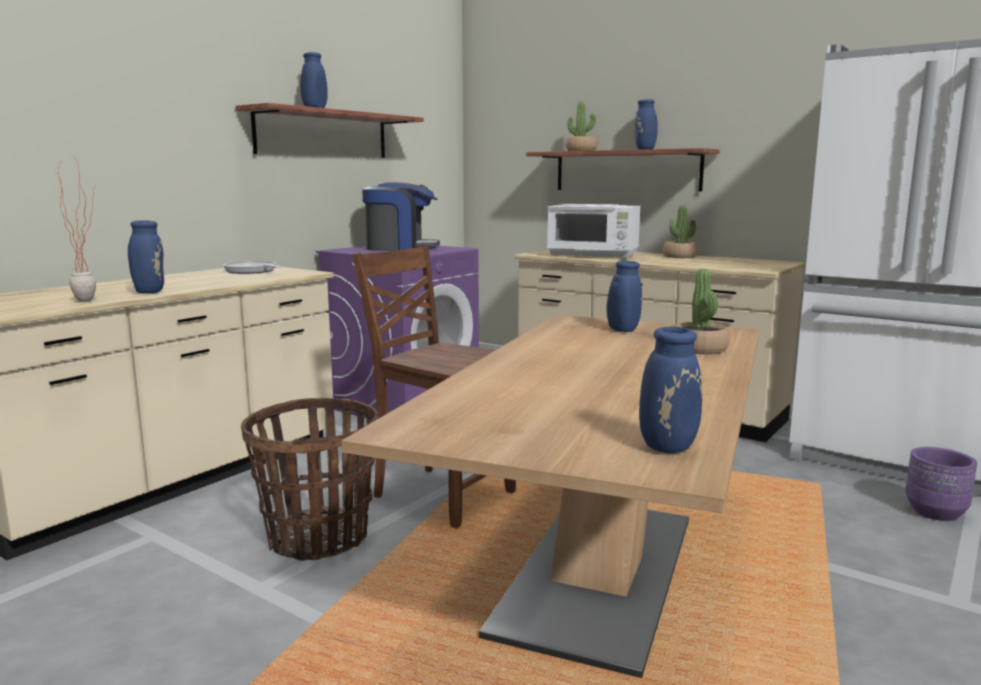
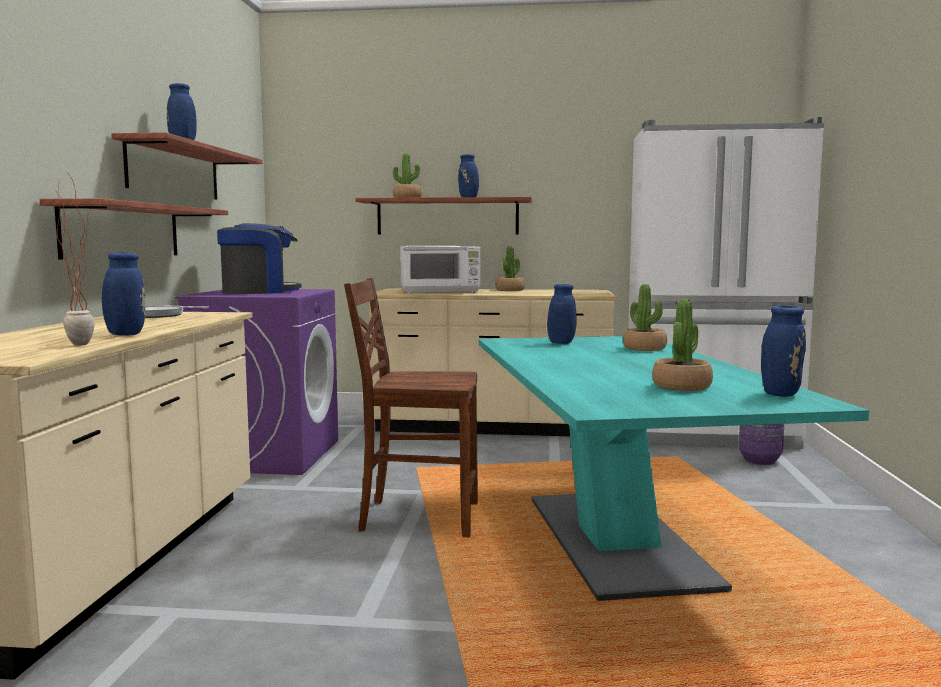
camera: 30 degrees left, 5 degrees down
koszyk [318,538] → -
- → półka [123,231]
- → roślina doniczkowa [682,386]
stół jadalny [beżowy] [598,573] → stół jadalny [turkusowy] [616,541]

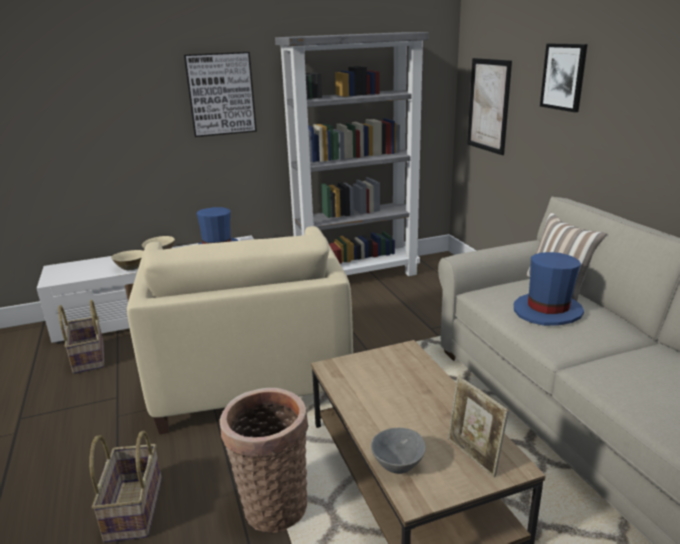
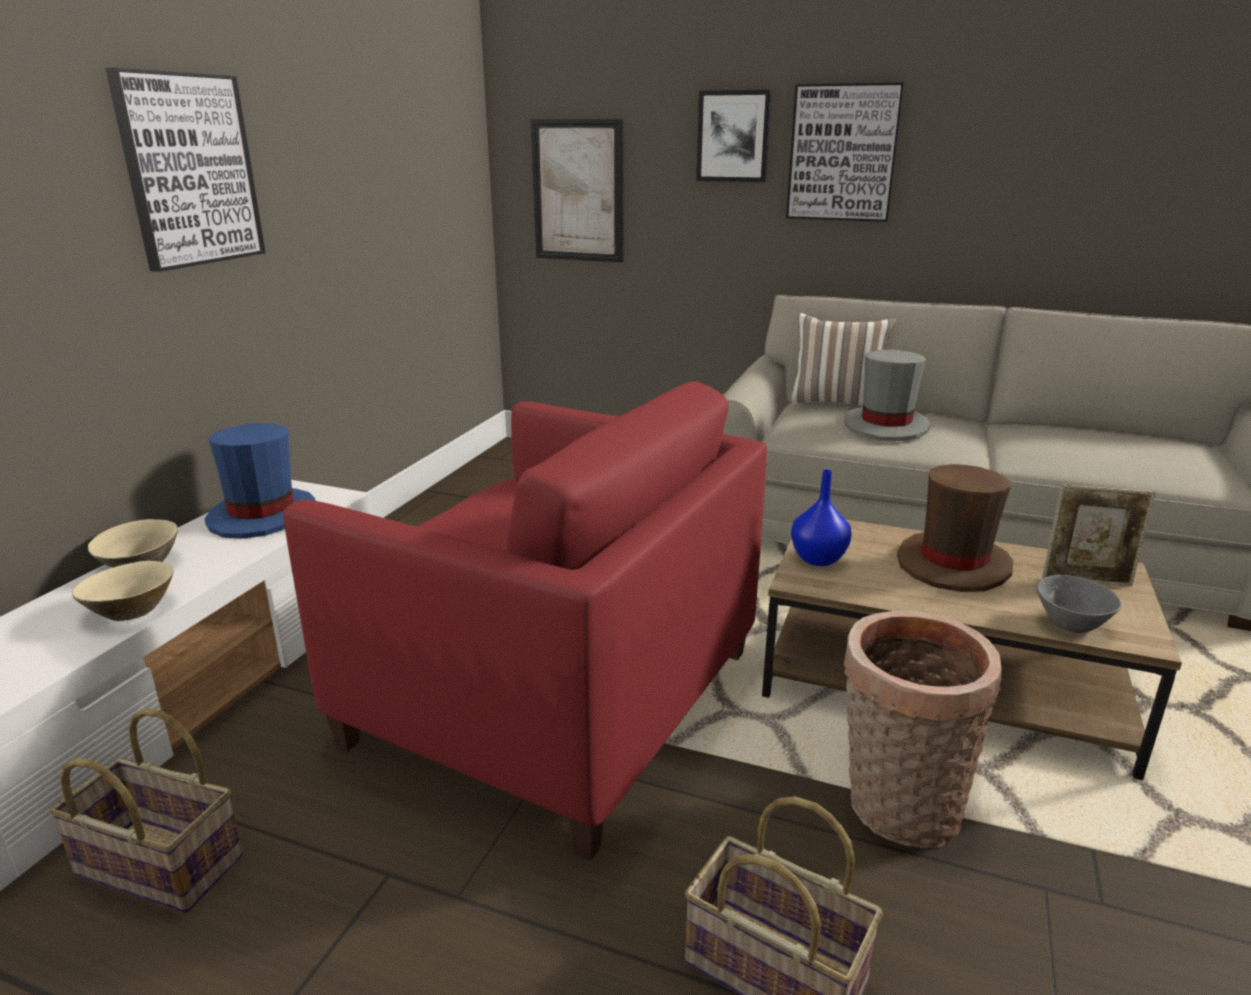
camera: 50 degrees left, 0 degrees up
regał [szary] [357,276] → -
- → obraz [843,153]
- → wazon [niebieski] [818,558]
- → kapelusz [brązowy] [953,564]
fotel [beżowy] [249,375] → fotel [czerwony] [553,697]
kapelusz [niebieski] [547,311] → kapelusz [szary] [886,426]

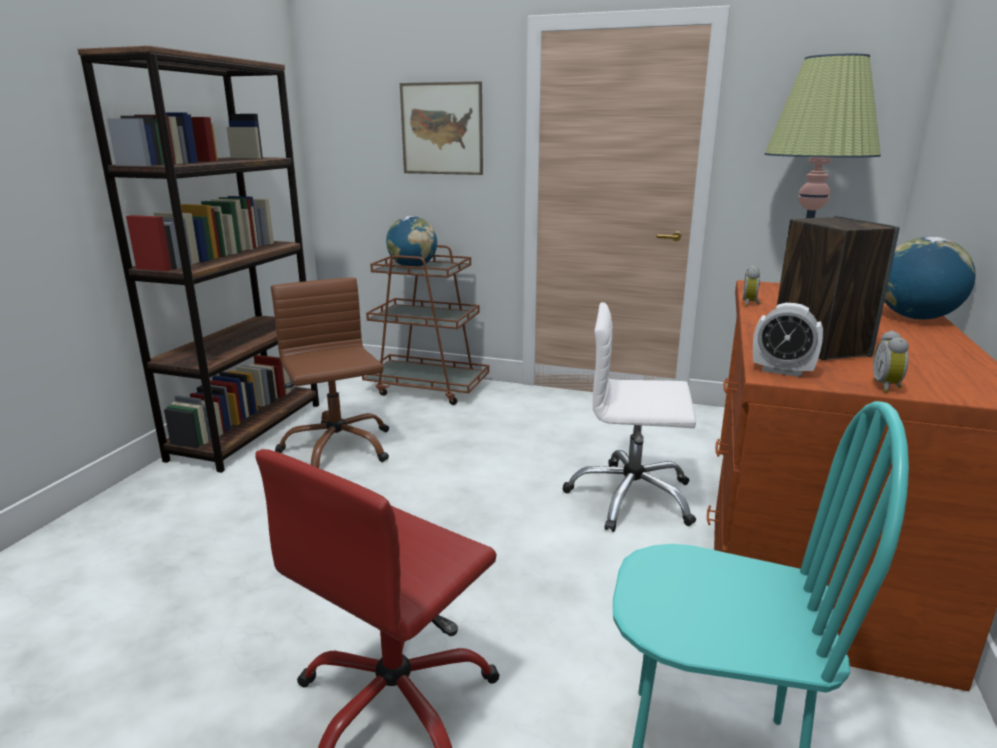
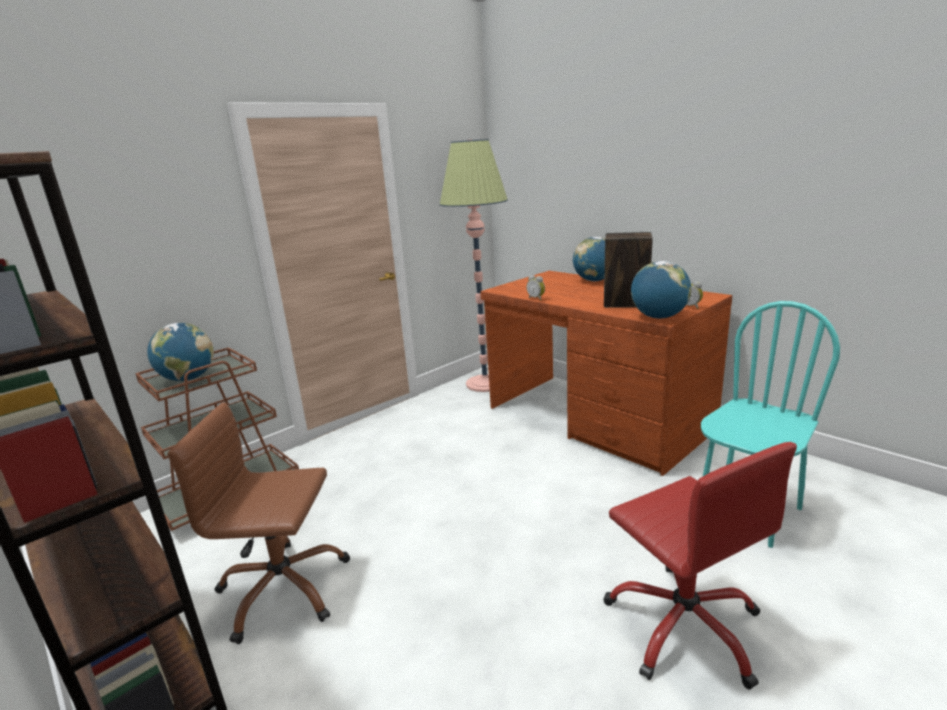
camera: 60 degrees left, 0 degrees up
obraz [442,129] → -
krzesło biurowe [biały] [631,498] → -
budzik [782,371] → globus [658,317]

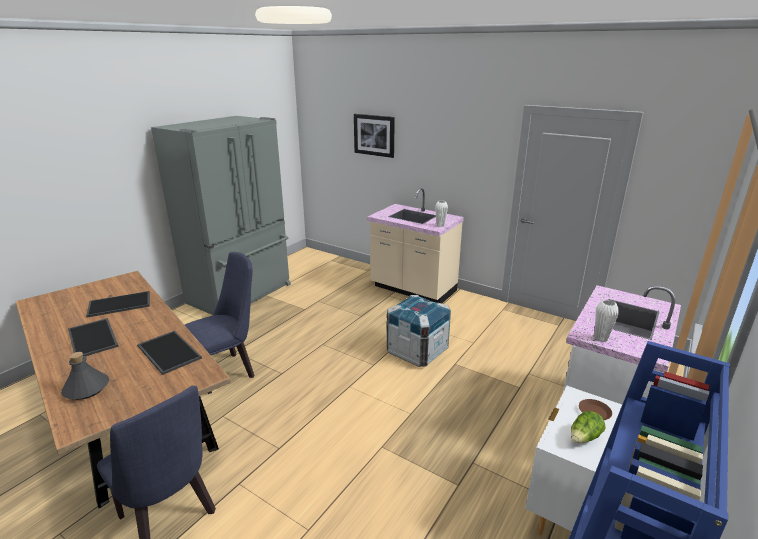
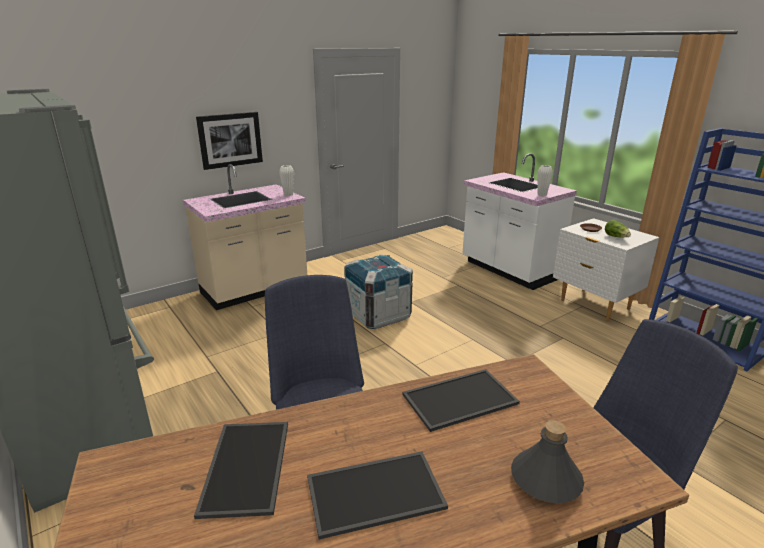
camera: 70 degrees left, 0 degrees up
obraz [374,135] → obraz [230,140], shifted

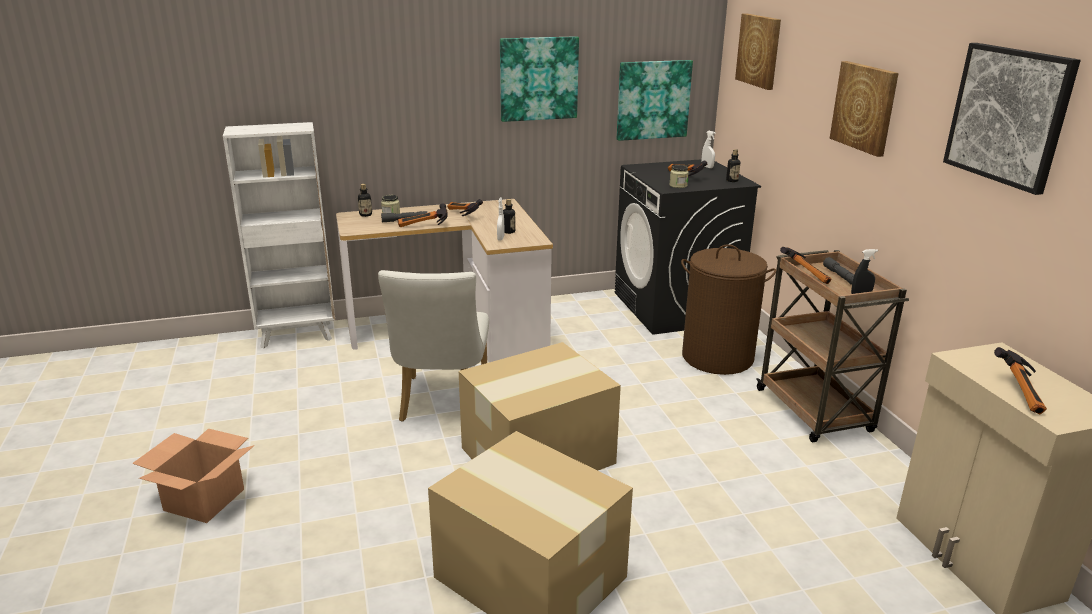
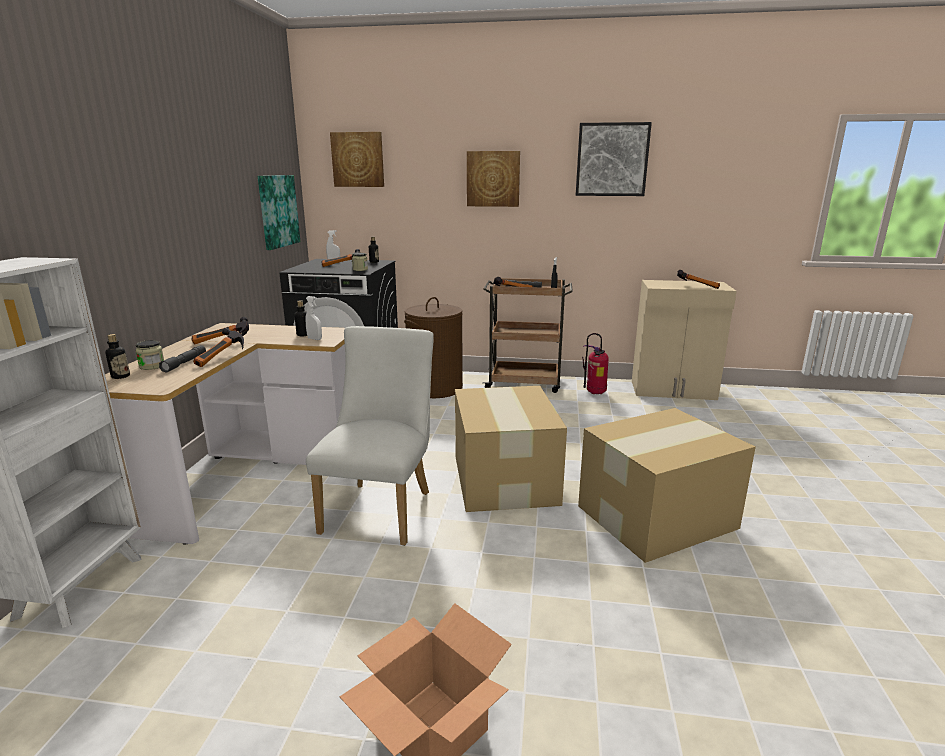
camera: 65 degrees left, 5 degrees down
obraz [538,78] → -
- → gaśnica [594,393]
krzesło [biały] [442,404] → krzesło [biały] [381,508], 105 degrees counterclockwise

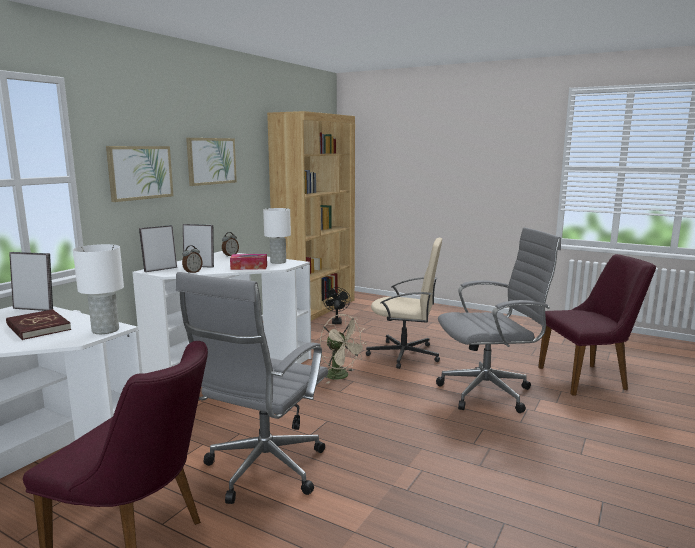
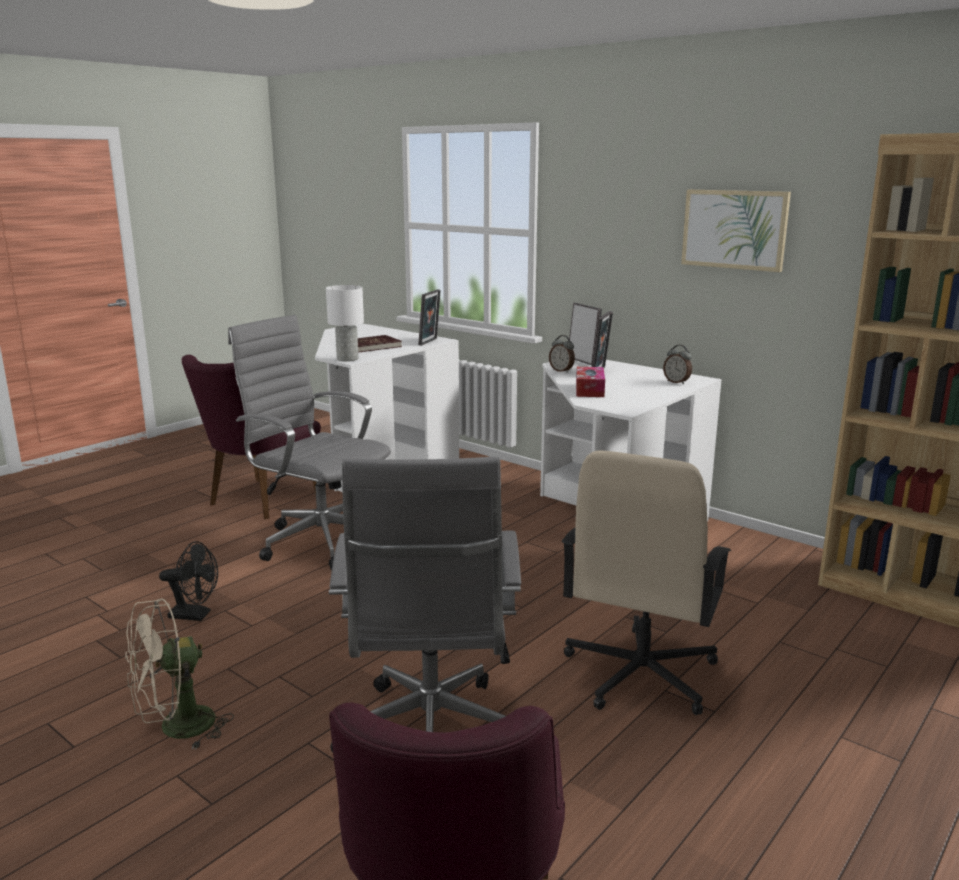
camera: 100 degrees right, 5 degrees up
obraz [140,172] → -
lampa stołowa [biały] [278,262] → -
wentylator [beżowy] [341,376] → wentylator [beżowy] [176,729], shifted
wentylator [czarny] [336,321] → wentylator [czarny] [195,615], shifted

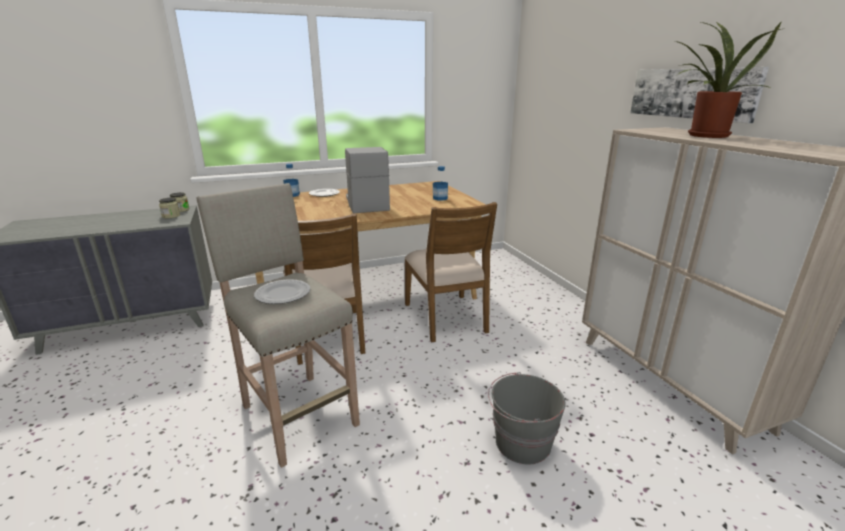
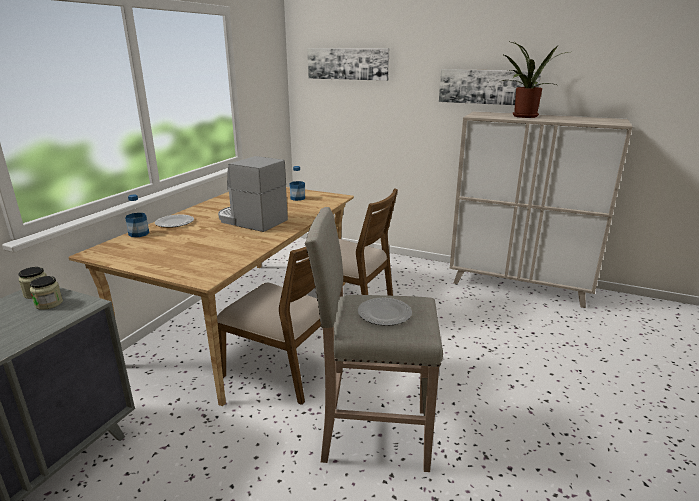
camera: 45 degrees left, 0 degrees up
wiadro [szary] [521,443] → -
- → obraz [348,64]

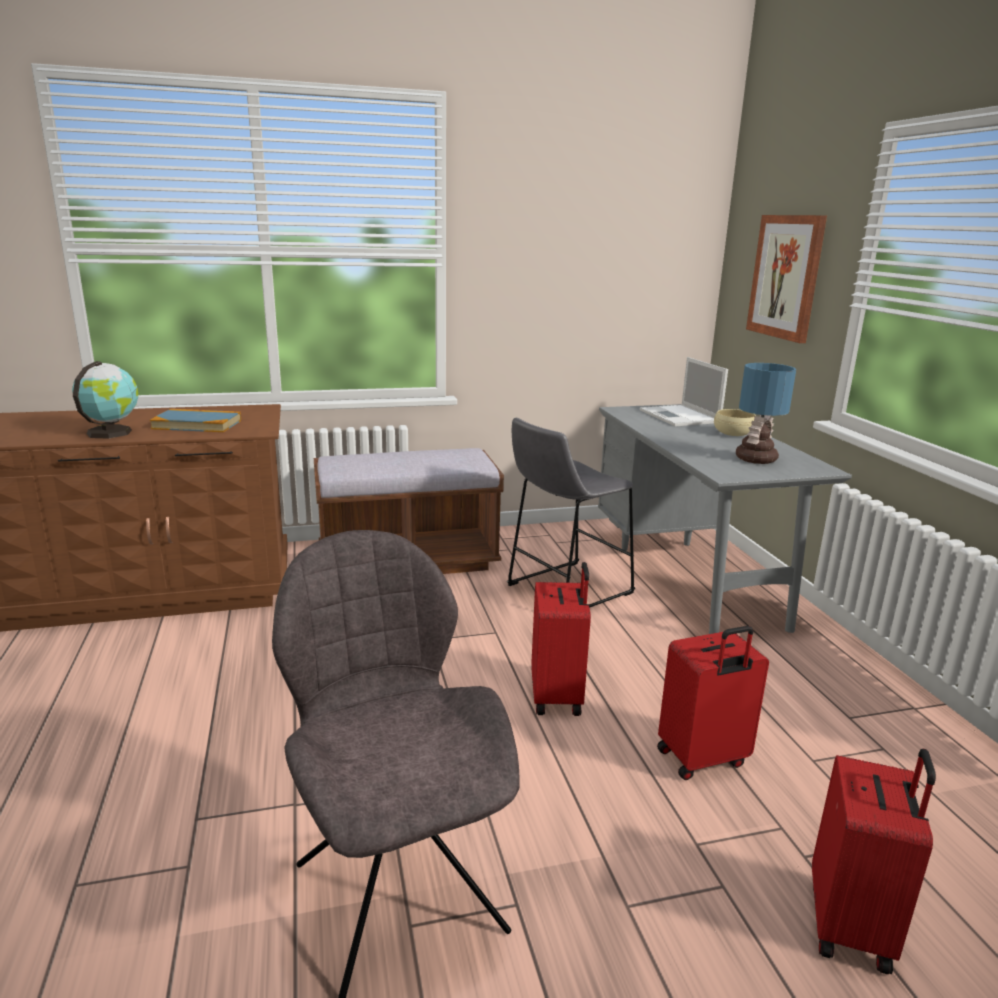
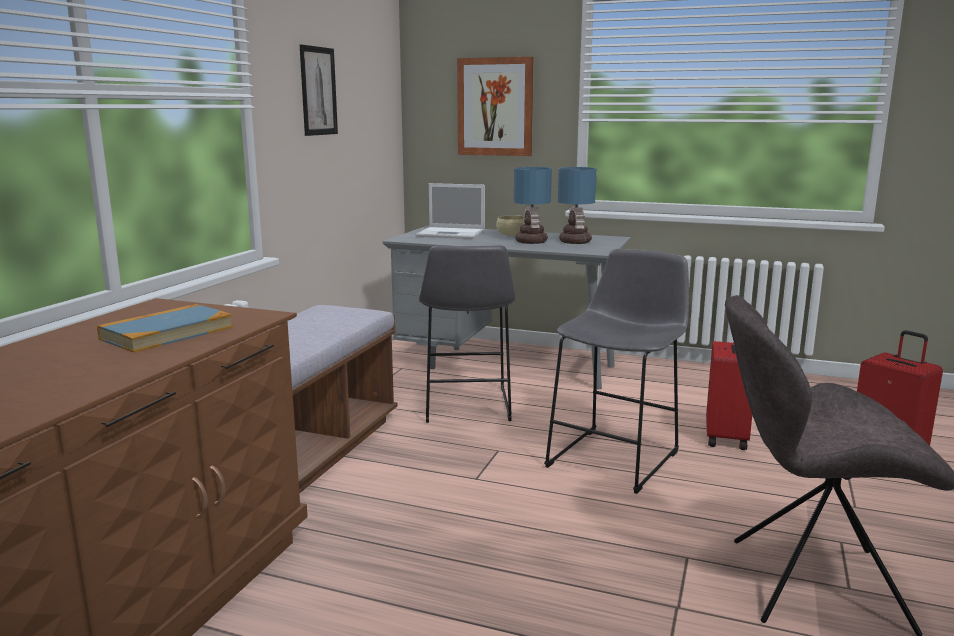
camera: 55 degrees left, 5 degrees down
globus [111,432] → -
- → obraz [318,91]
- → lampa stołowa [532,242]
walizka [czerwony] [558,696] → stołek [szary] [617,456]

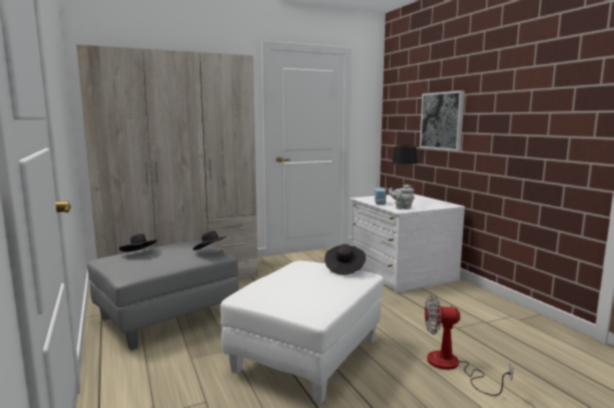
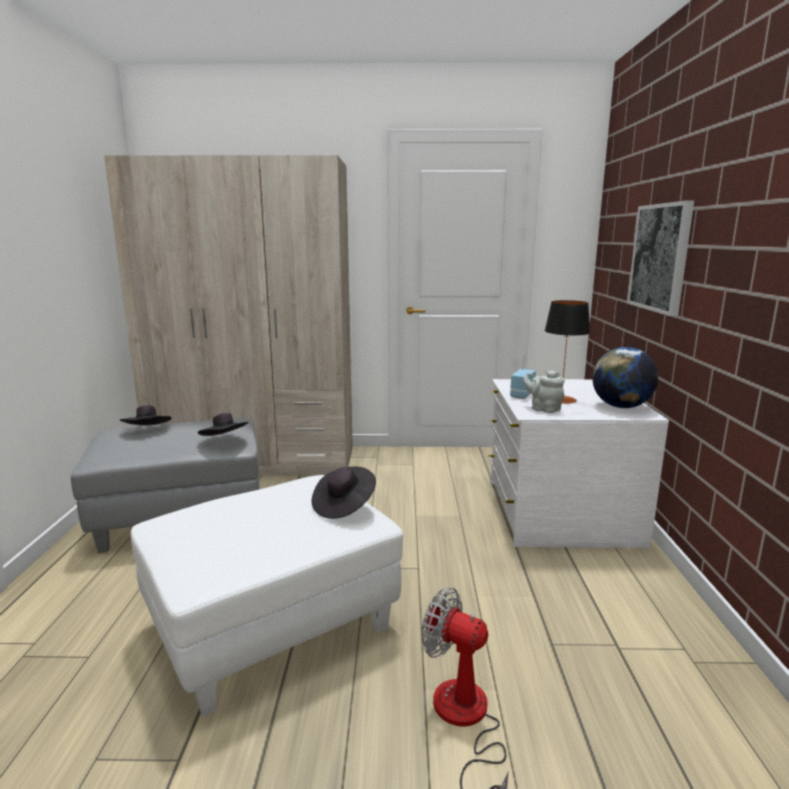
camera: 25 degrees right, 5 degrees up
- → globus [621,407]

